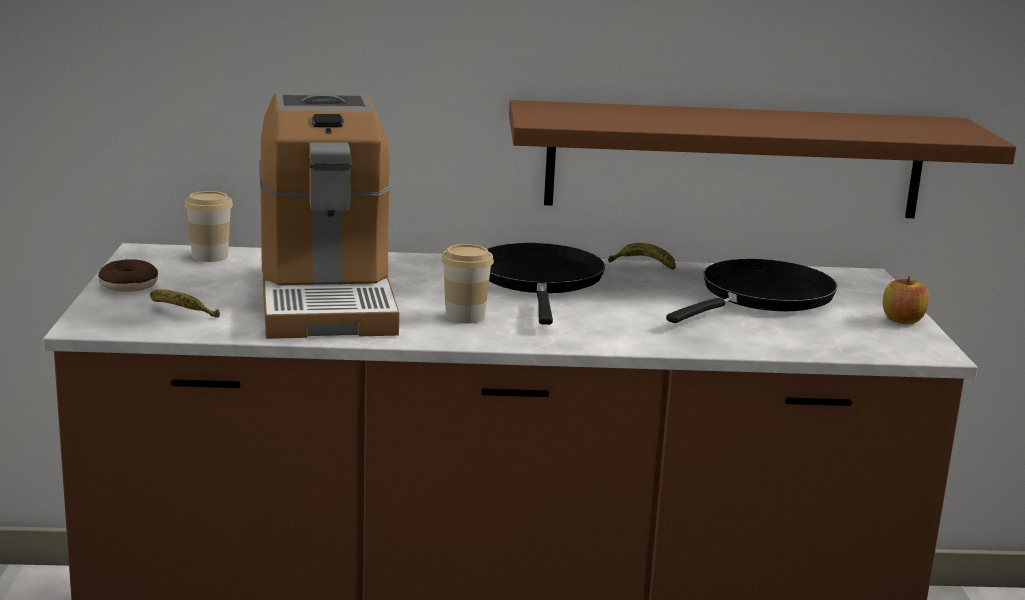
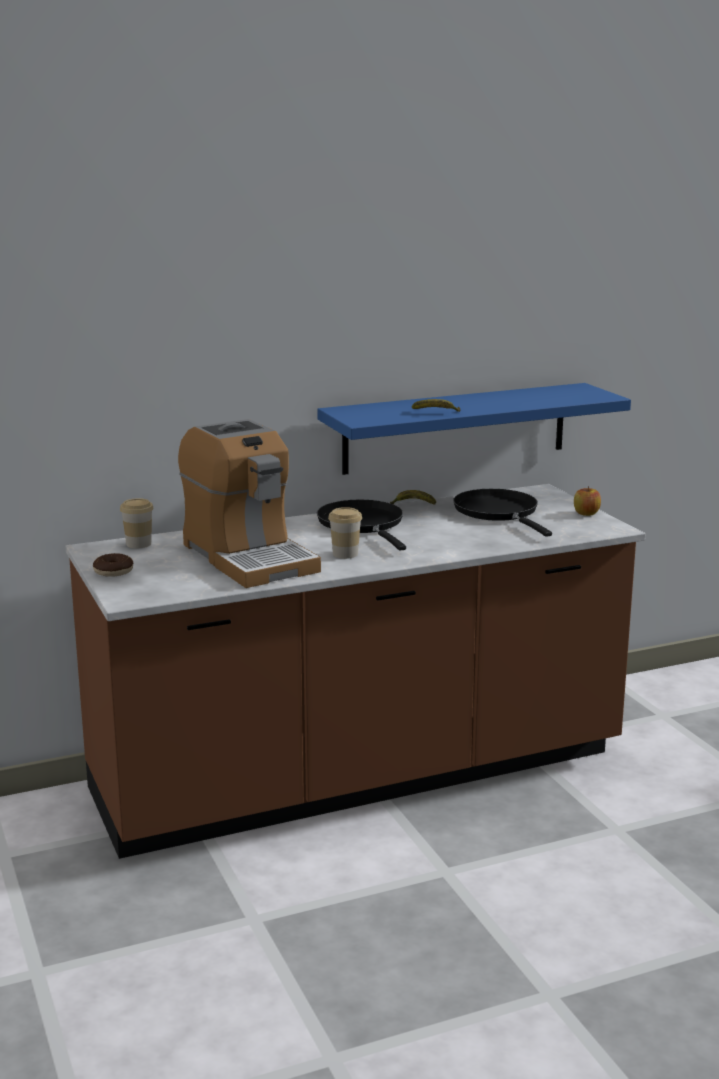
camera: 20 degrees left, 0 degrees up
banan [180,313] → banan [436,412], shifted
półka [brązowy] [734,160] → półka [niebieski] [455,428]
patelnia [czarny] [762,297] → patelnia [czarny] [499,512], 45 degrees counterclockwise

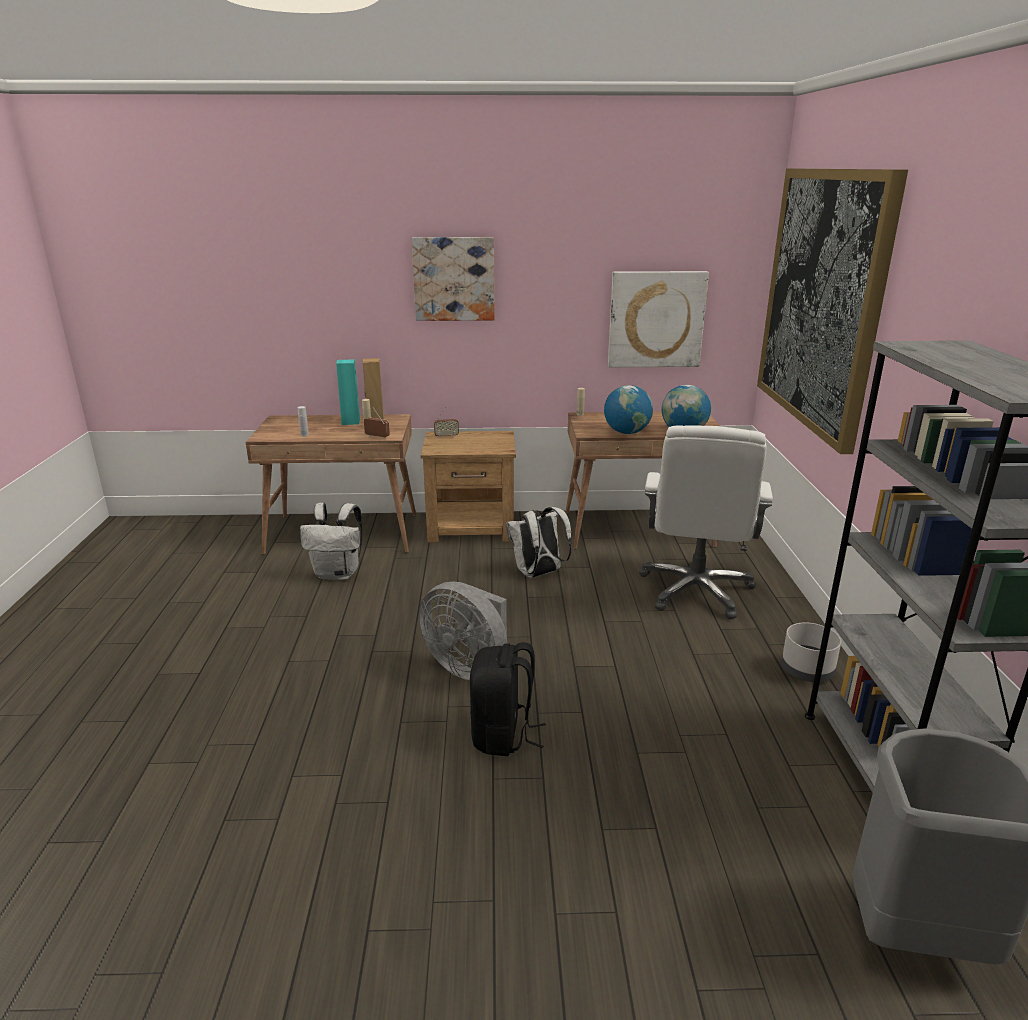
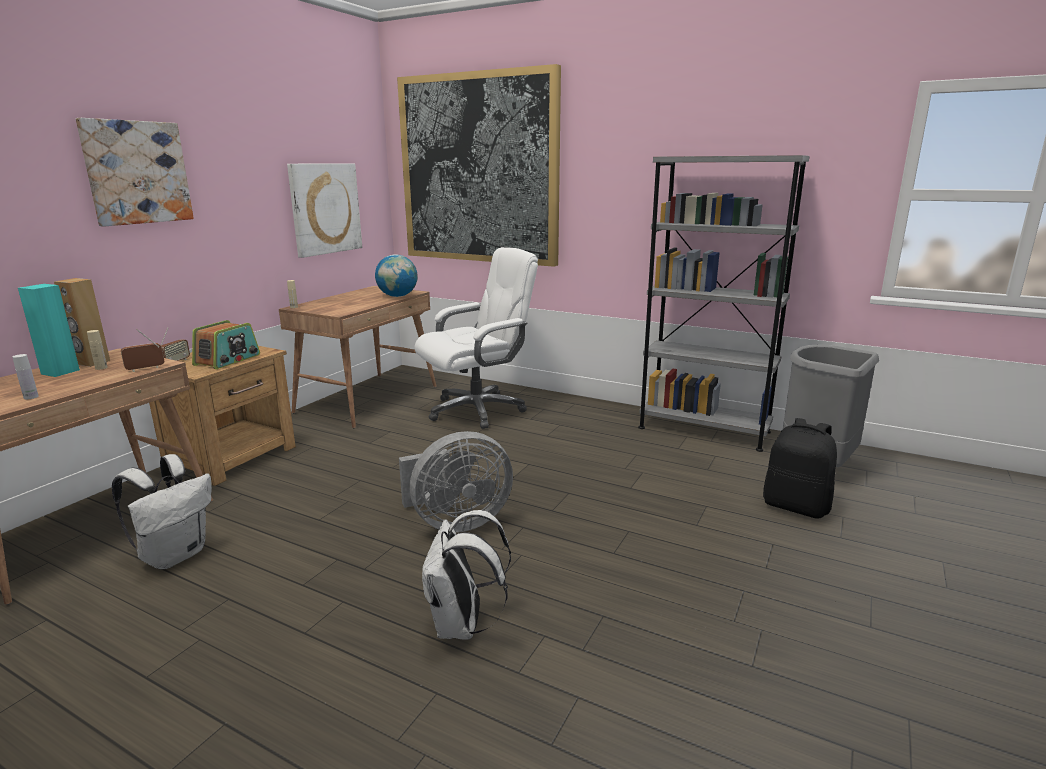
camera: 60 degrees left, 5 degrees down
globus [627,432] → -
donica [szary] [806,670] → -
- → radio [228,360]
plecak [czarny] [503,735] → plecak [czarny] [796,506], shifted
plecak [biały] [538,574] → plecak [biały] [462,625], shifted
krzesło biurowe [biały] [696,590] → krzesło biurowe [biały] [477,410], 75 degrees counterclockwise

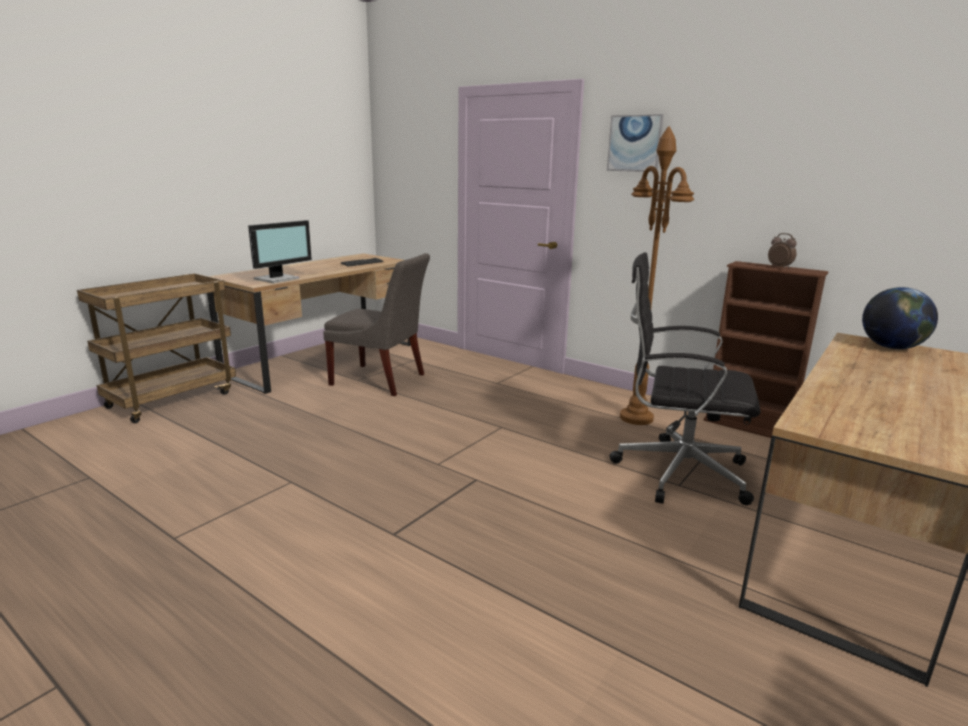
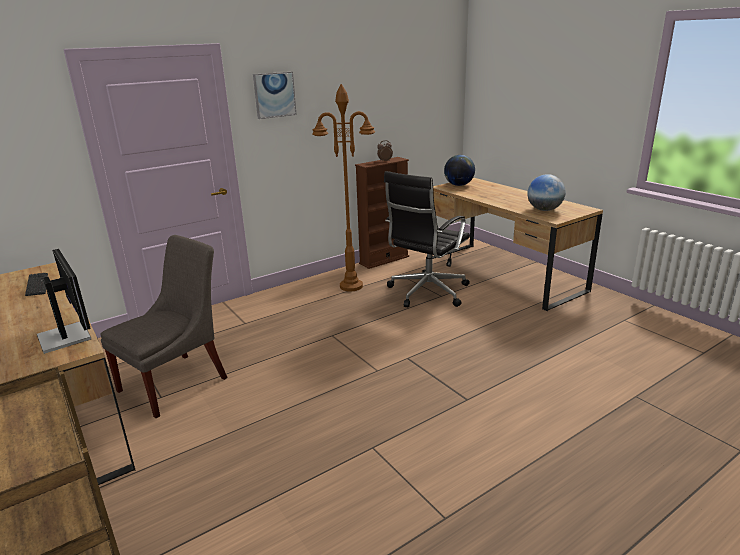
camera: 70 degrees left, 5 degrees up
- → globus [544,210]

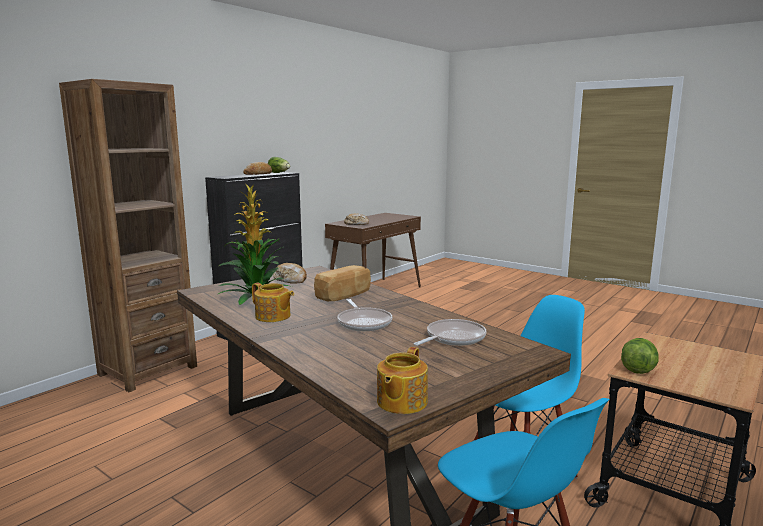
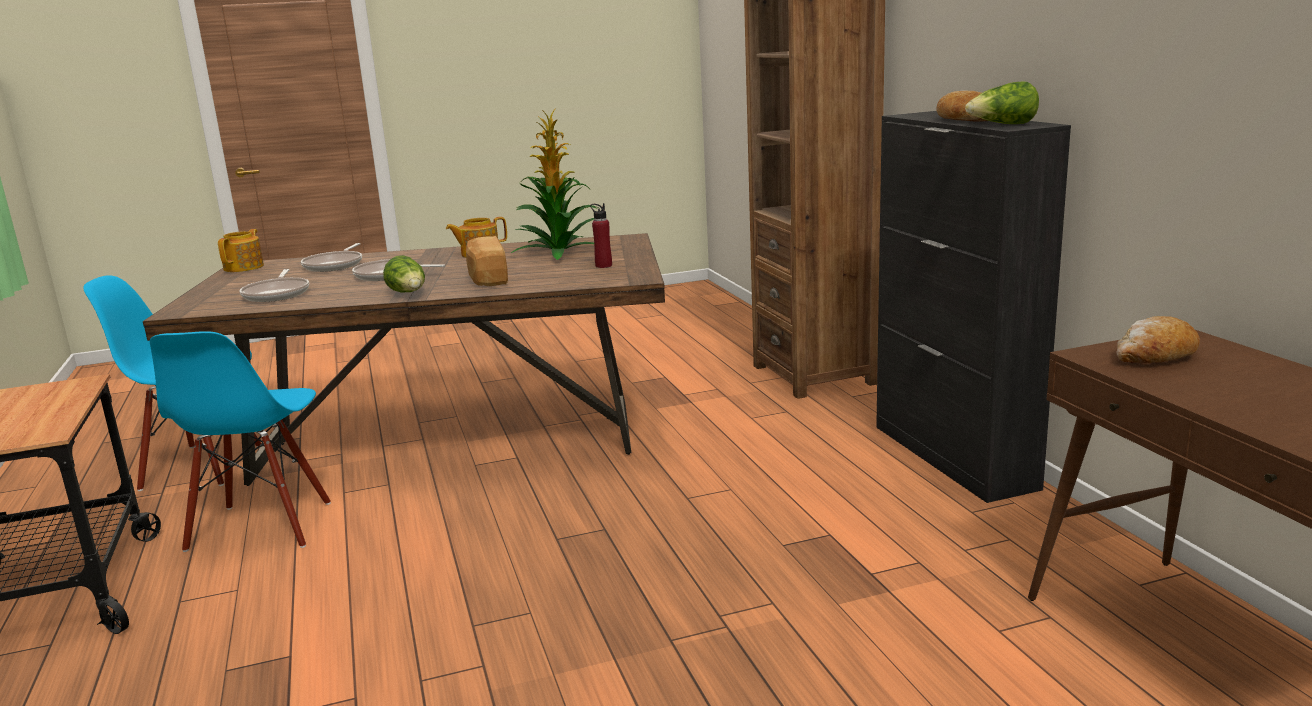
camera: 125 degrees right, 5 degrees up
- → patelnia [335,265]
sałata [637,367] → sałata [409,293], shifted
chleb [291,280] → butelka [czerwony] [603,265]
imbryk [401,402] → imbryk [245,267], 45 degrees clockwise

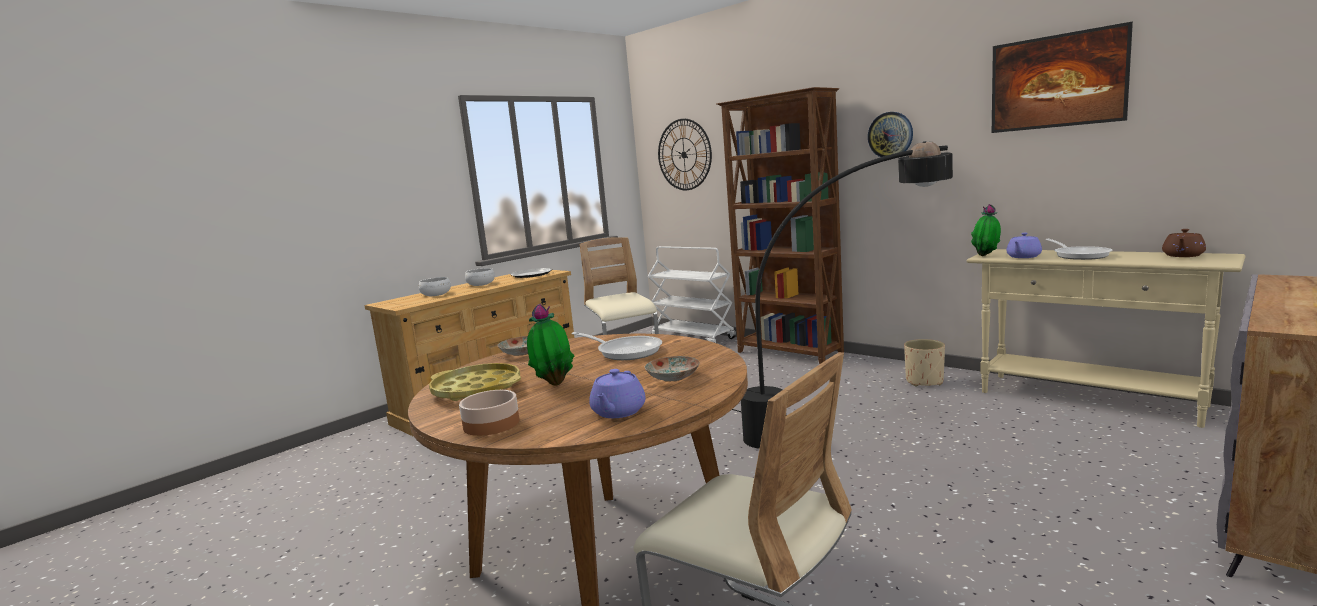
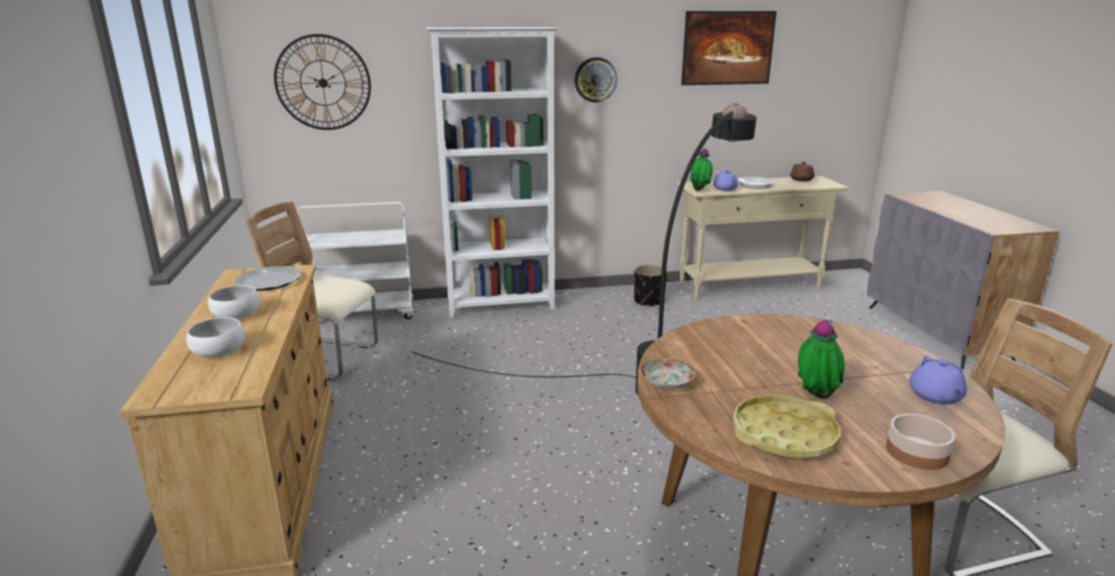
camera: 55 degrees left, 10 degrees up
patelnia [625,351] → -
talerz [673,378] → -
regał [brązowy] [789,353] → regał [biały] [501,305]
donica [beżowy] [924,381] → donica [czarny] [649,301]
imbryk [fioletowy] [618,412] → imbryk [fioletowy] [935,396], 45 degrees clockwise

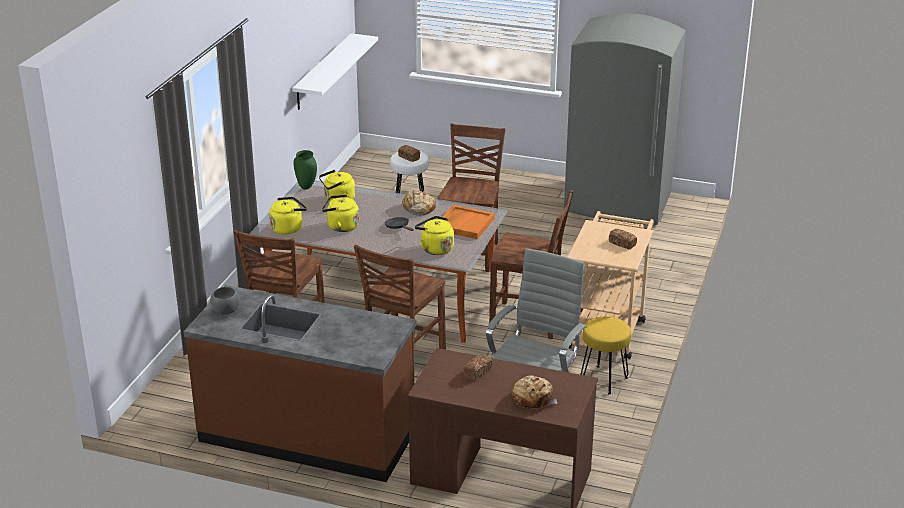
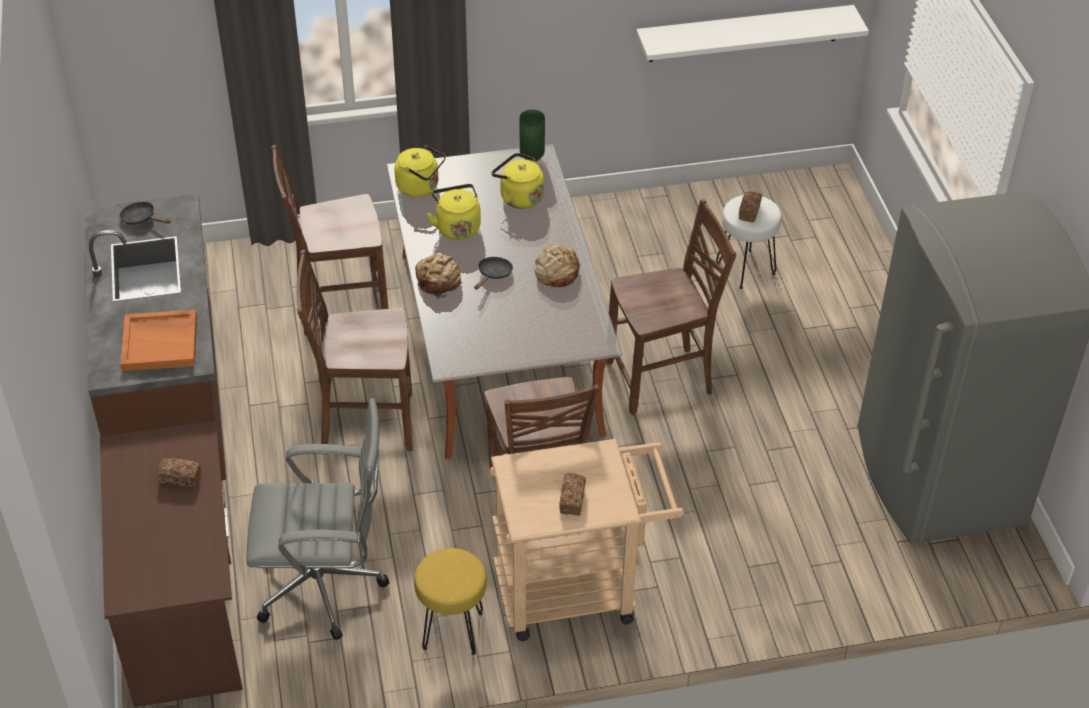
camera: 60 degrees right, 15 degrees up
czajnik [żółty] [435,248] → -
taca [pomarańczowy] [464,224] → taca [pomarańczowy] [160,342], shifted
chleb [533,398] → chleb [439,281], shifted
miska [szary] [225,311] → patelnia [czarny] [141,219]

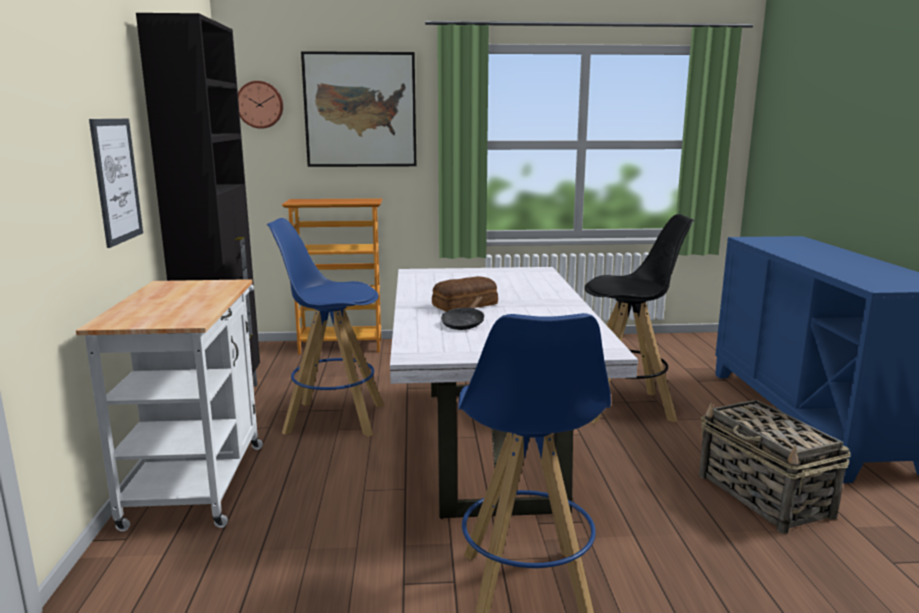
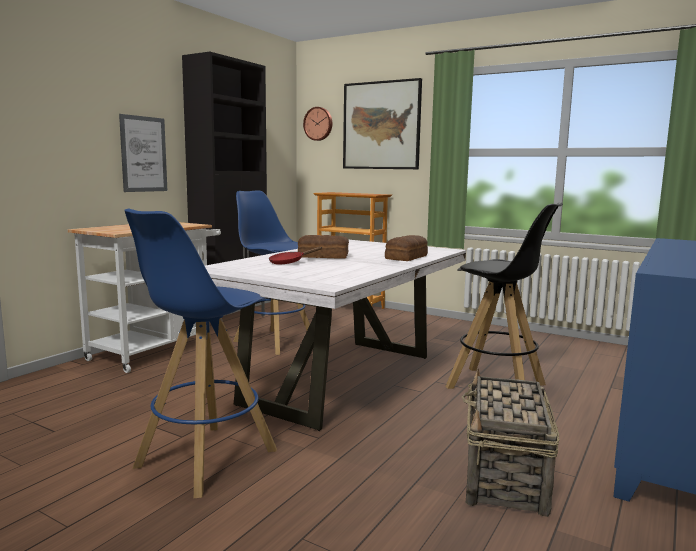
camera: 35 degrees right, 5 degrees down
- → chleb [407,257]
patelnia [czarny] [464,323] → patelnia [czerwony] [289,262]

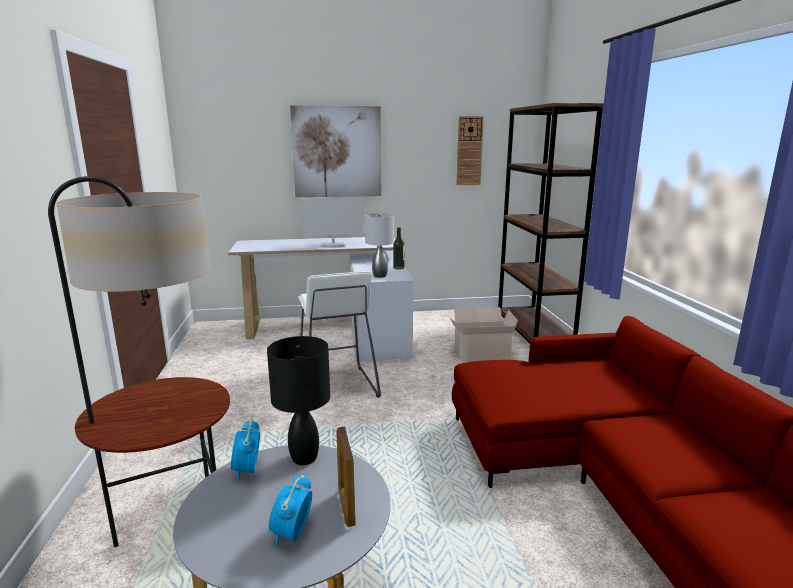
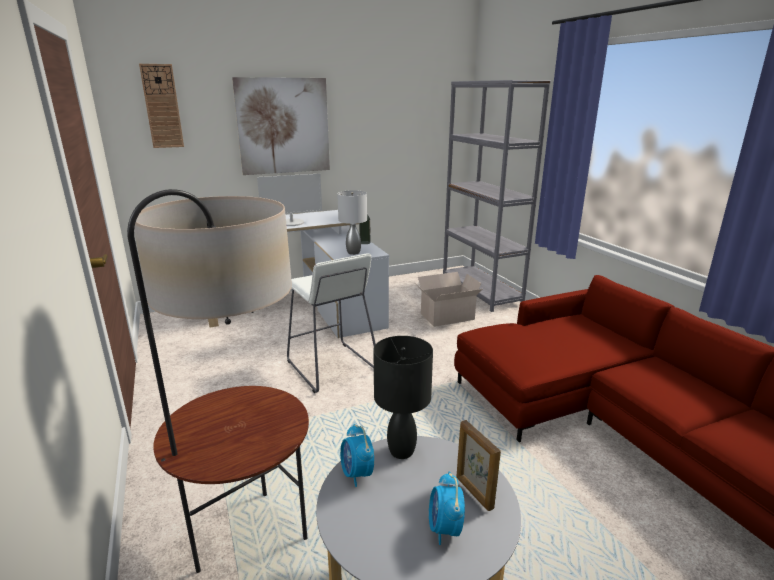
camera: 15 degrees left, 5 degrees up
zegar ścienny [469,151] → zegar ścienny [162,106], shifted
regał [brązowy] [533,333] → regał [szary] [481,291]

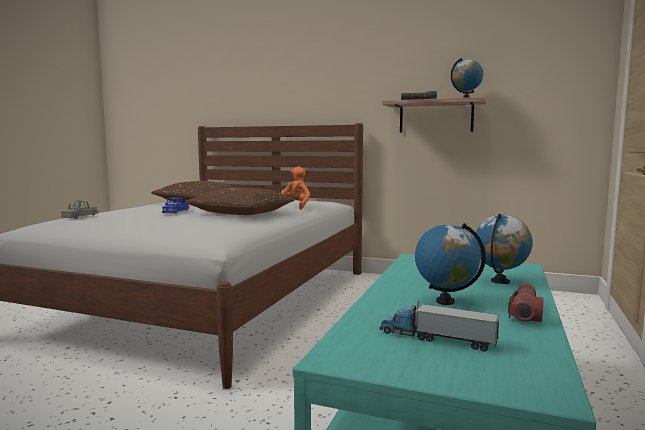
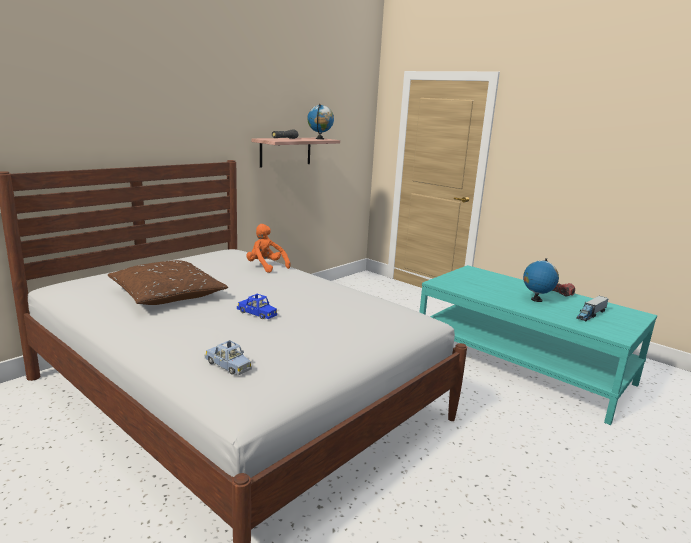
camera: 70 degrees left, 10 degrees up
poduszka [brązowy] [241,213] → -
globus [500,281] → -
samochodzik [szary] [80,217] → samochodzik [niebieski] [228,365]

